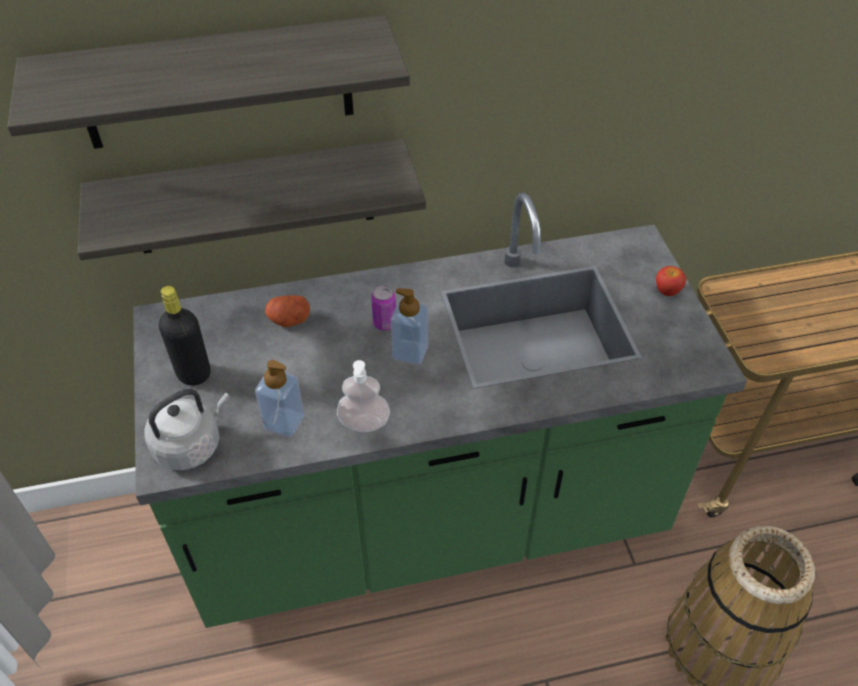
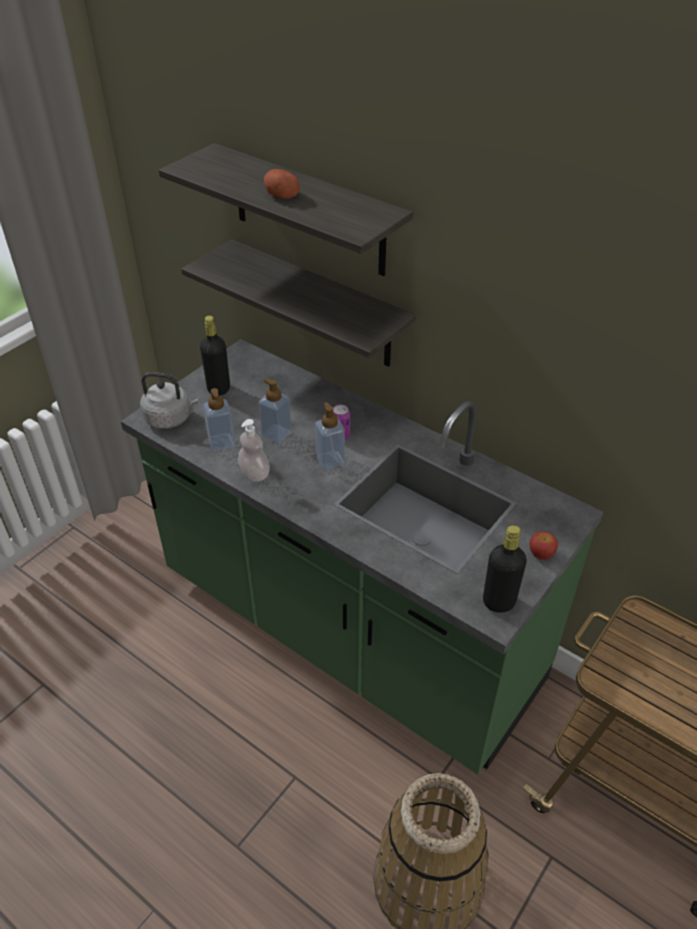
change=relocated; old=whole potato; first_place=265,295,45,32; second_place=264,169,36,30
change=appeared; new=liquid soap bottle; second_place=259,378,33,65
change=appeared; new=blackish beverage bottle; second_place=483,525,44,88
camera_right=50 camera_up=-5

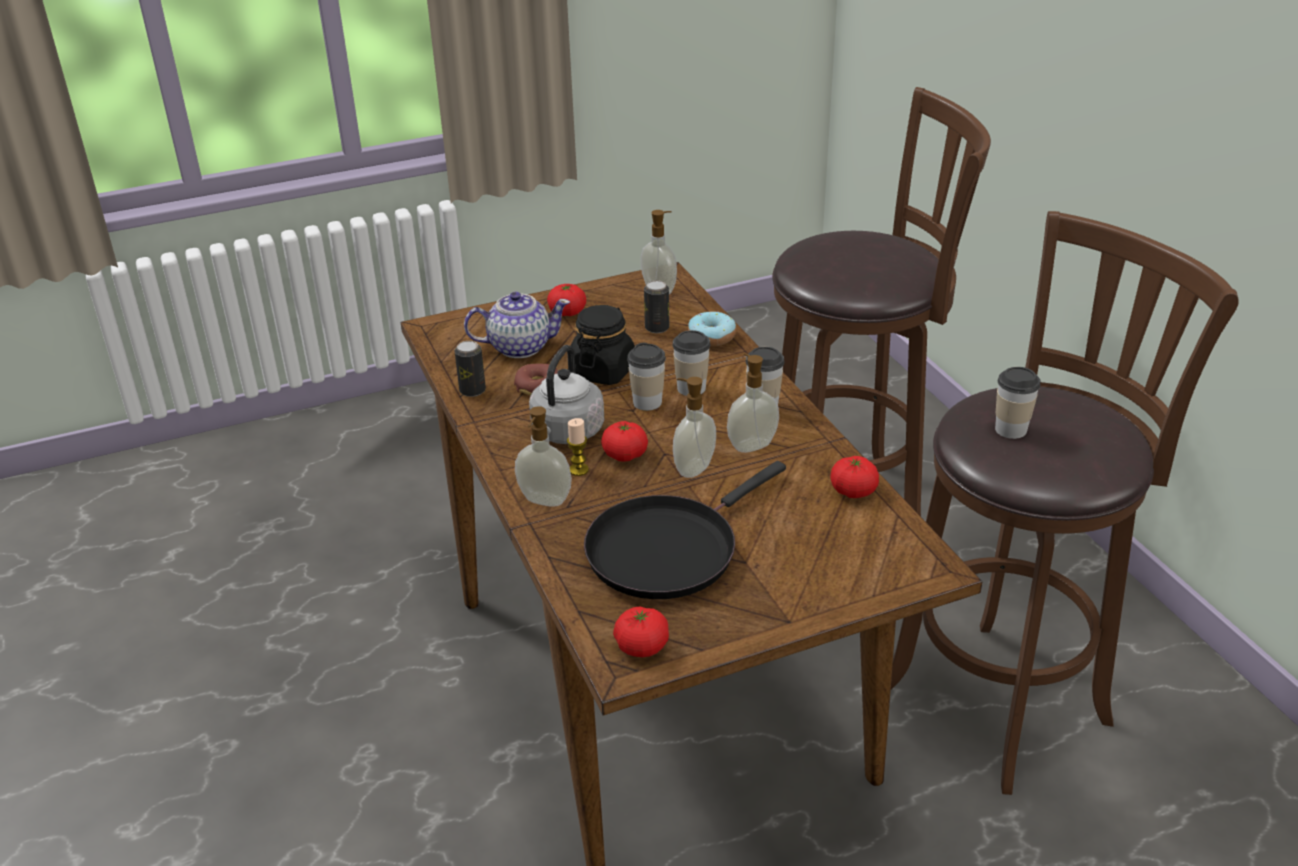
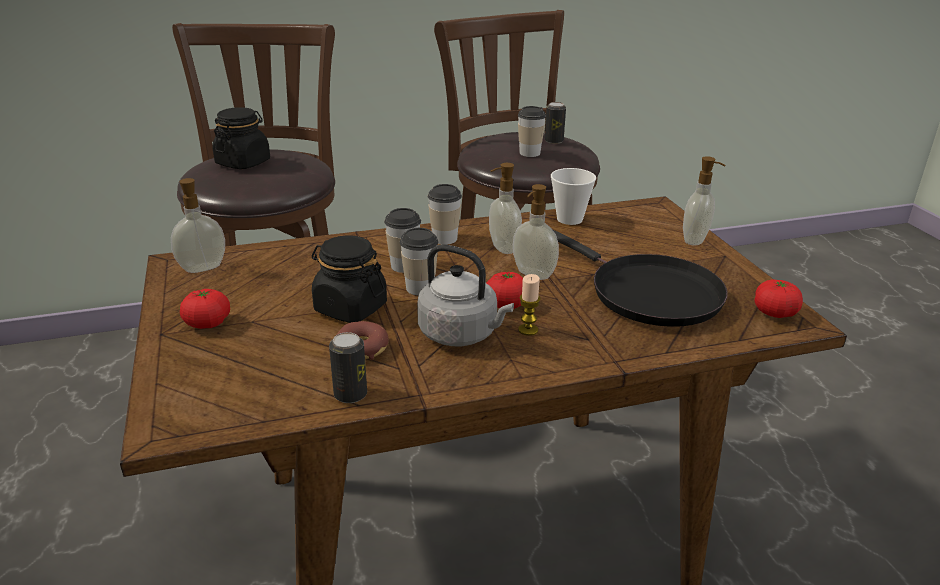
change=relocated; old=sealed can; first_place=644,280,25,53; second_place=545,102,21,42
change=missing; old=tea pot; first_place=464,292,106,66
change=missing; old=doughnut; first_place=688,311,48,36
change=relocated; old=liquid soap bottle; first_place=515,406,57,101; second_place=683,156,43,90
change=exchanged; old=tomato; new=drinking cup; first_place=830,456,49,42; second_place=551,168,45,57
change=appeared; new=blackish jar; second_place=212,107,58,62
camera_right=-85 camera_up=-5

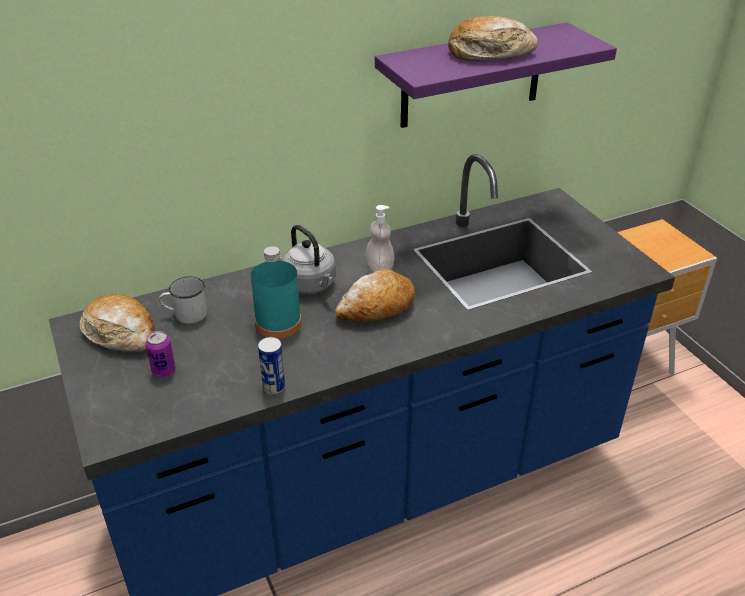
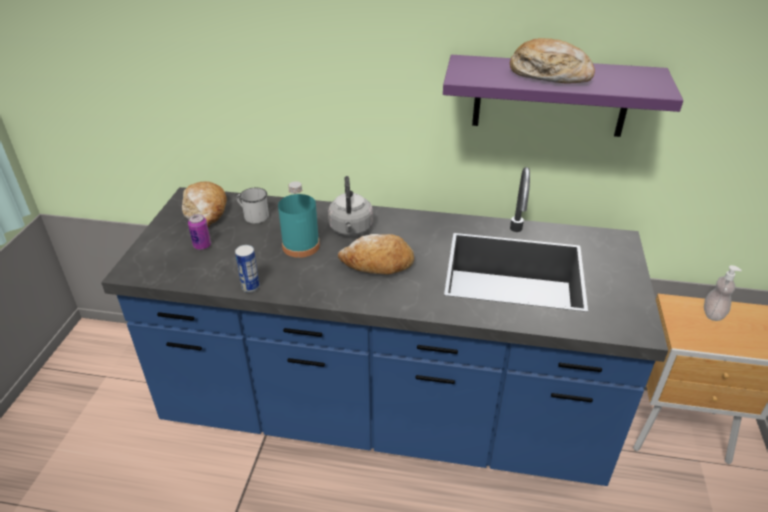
change=relocated; old=liquid soap bottle; first_place=366,205,29,67; second_place=704,265,38,56
camera_right=35 camera_up=0

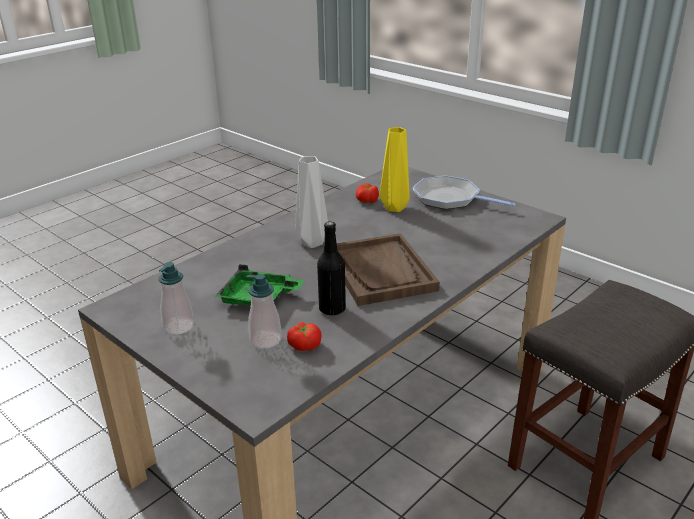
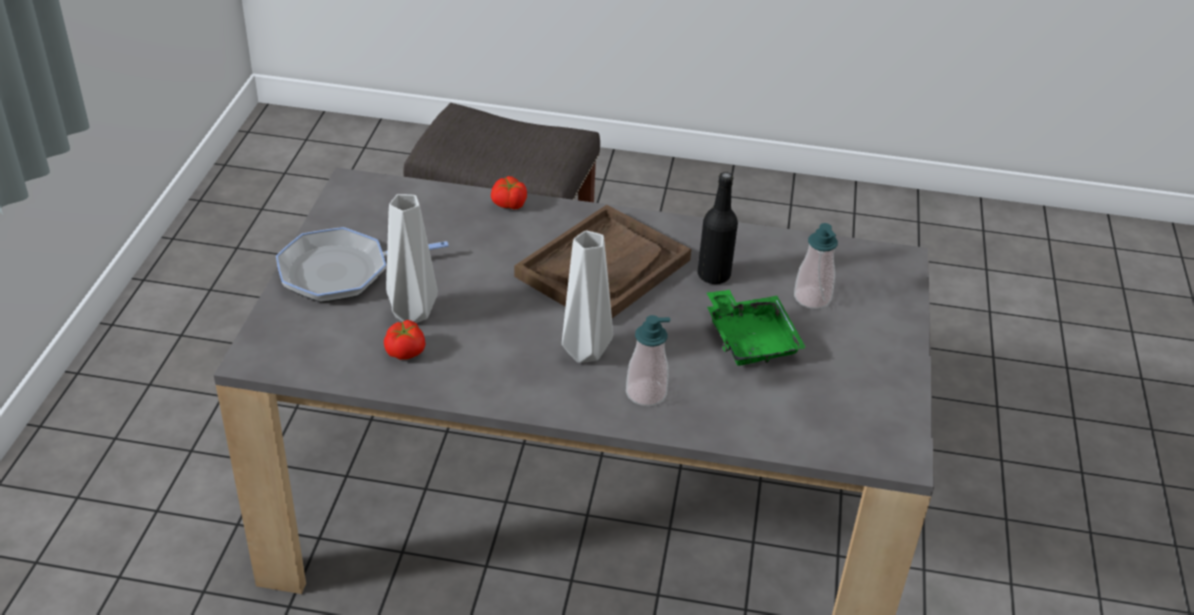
change=colour; old=yellow decorative vase; new=greyish decorative vase; first_place=379,127,31,85; second_place=386,194,52,129
change=spun; old=frying pan; first_place=413,176,103,34; second_place=276,227,173,75; degrees=75
change=relocated; old=liquid soap bottle; first_place=158,262,36,73; second_place=626,315,44,91
change=relocated; old=tomato; first_place=287,322,35,29; second_place=491,176,36,33
camera_right=-125 camera_up=10

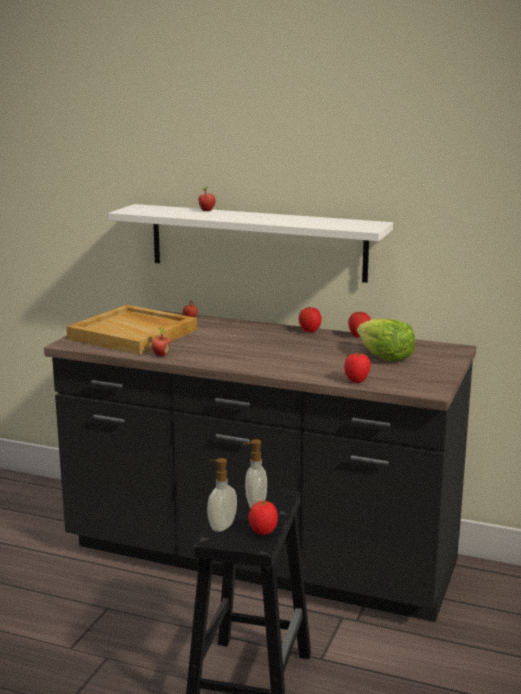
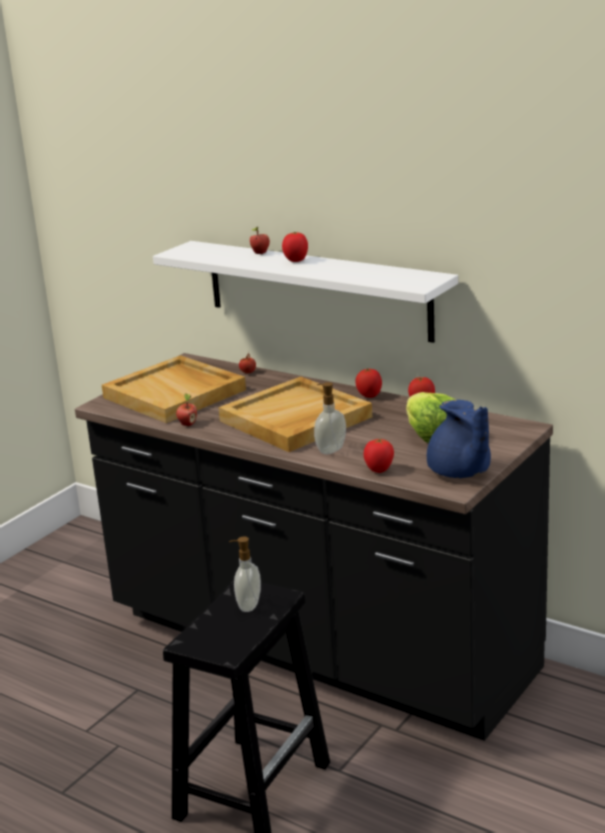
change=relocated; old=liquid soap bottle; first_place=207,458,30,74; second_place=314,382,32,72
change=relocated; old=tomato; first_place=248,500,30,35; second_place=282,232,26,30
change=appeared; new=beige tray; second_place=218,377,154,75
change=appeared; new=bluish tea pot; second_place=427,400,64,78
camera_right=15 camera_up=5

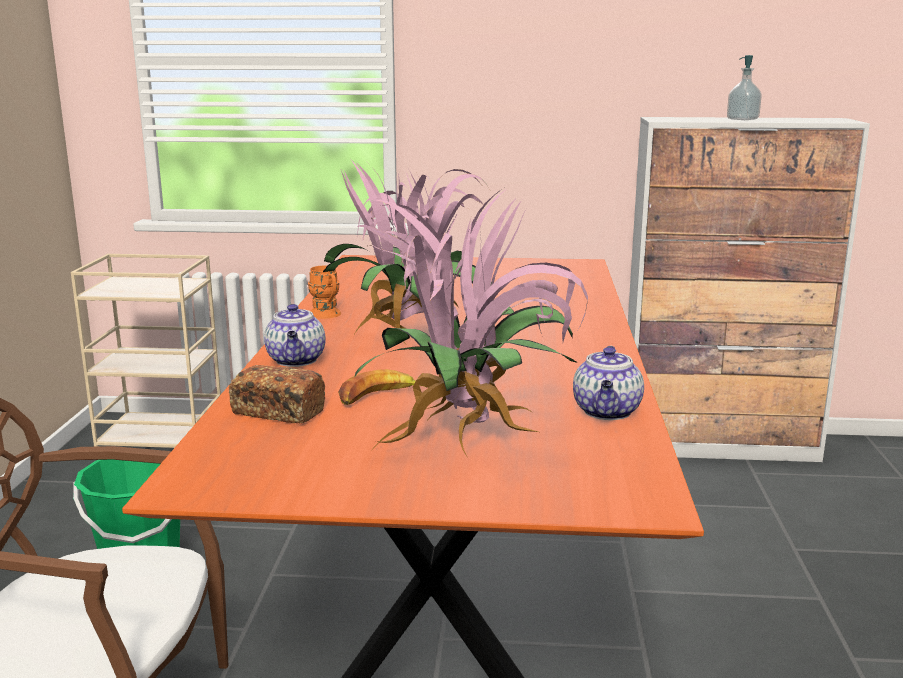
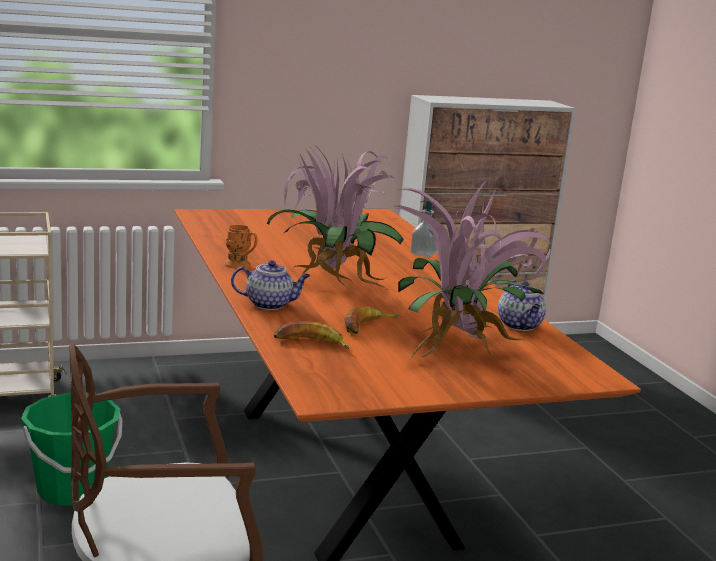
change=relocated; old=liquid soap bottle; first_place=727,55,35,65; second_place=411,200,26,57
change=spun; old=tea pot; first_place=264,304,62,63; second_place=231,260,79,50; degrees=-60
change=exchanged; old=bakery bread; new=whole banana; first_place=229,365,96,58; second_place=274,321,75,28
camera_right=-25 camera_up=0

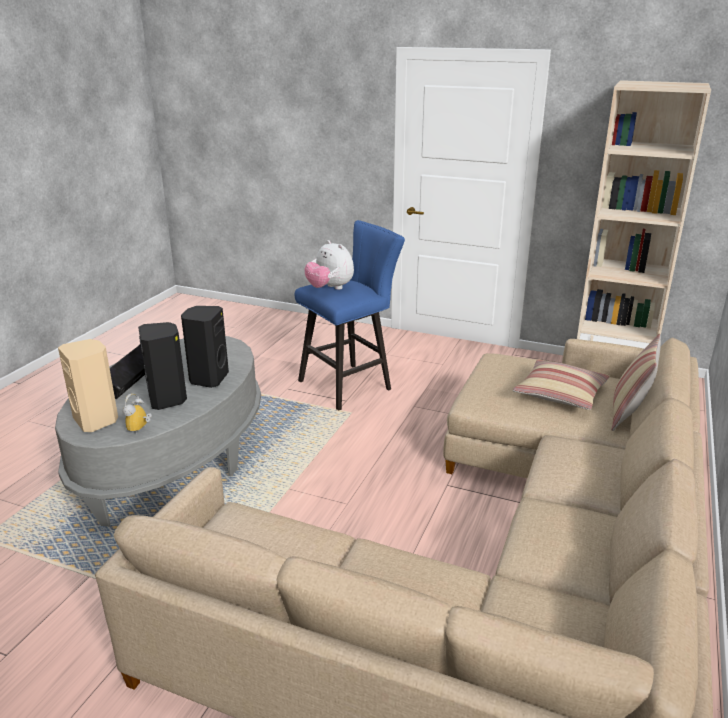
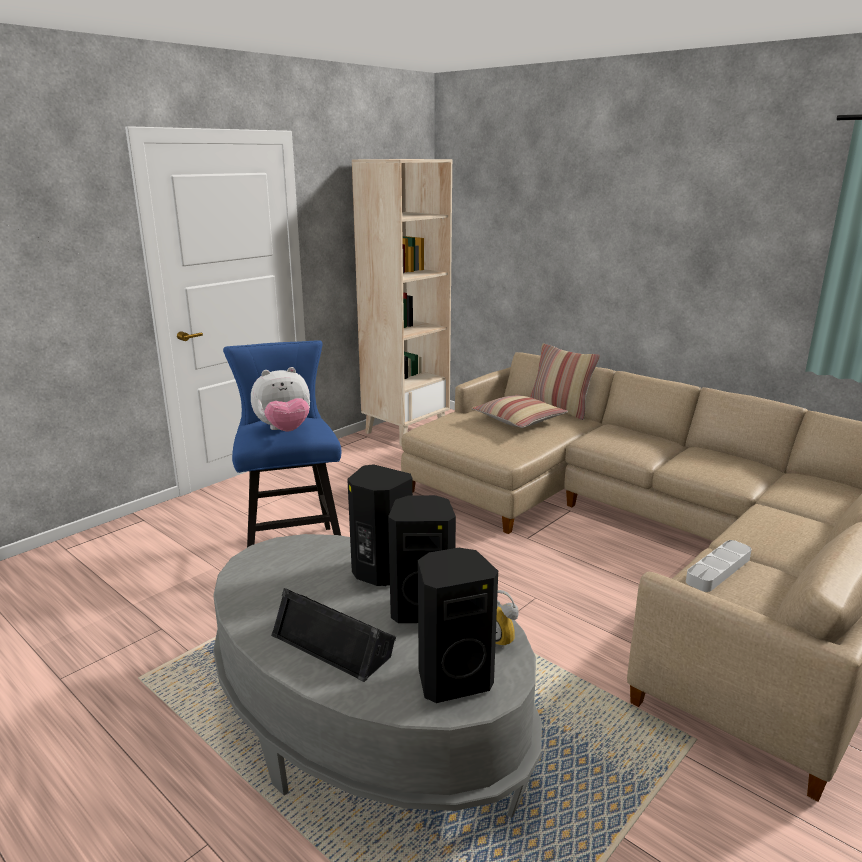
change=colour; old=beige audio speaker; new=blackish audio speaker; first_place=58,339,60,93; second_place=418,548,80,155
change=appeared; new=greyish tray; second_place=686,540,66,52
camera_right=-70 camera_up=-5

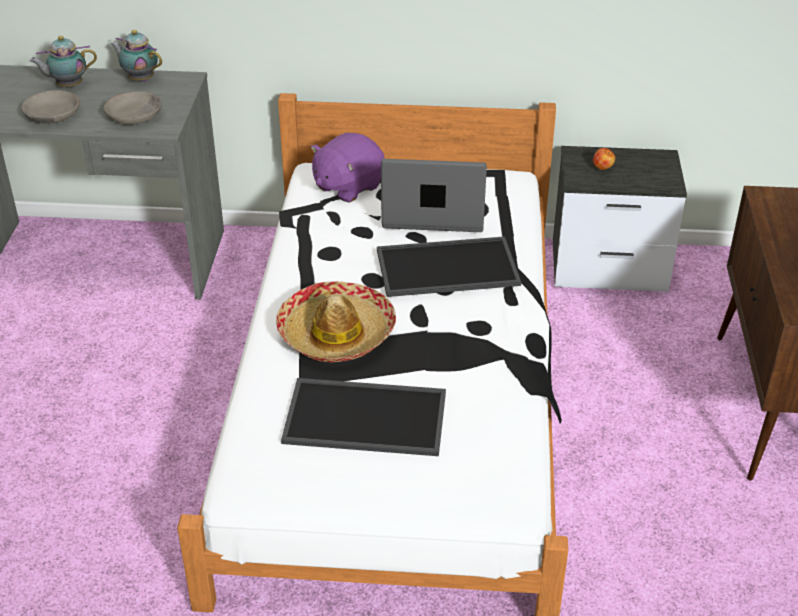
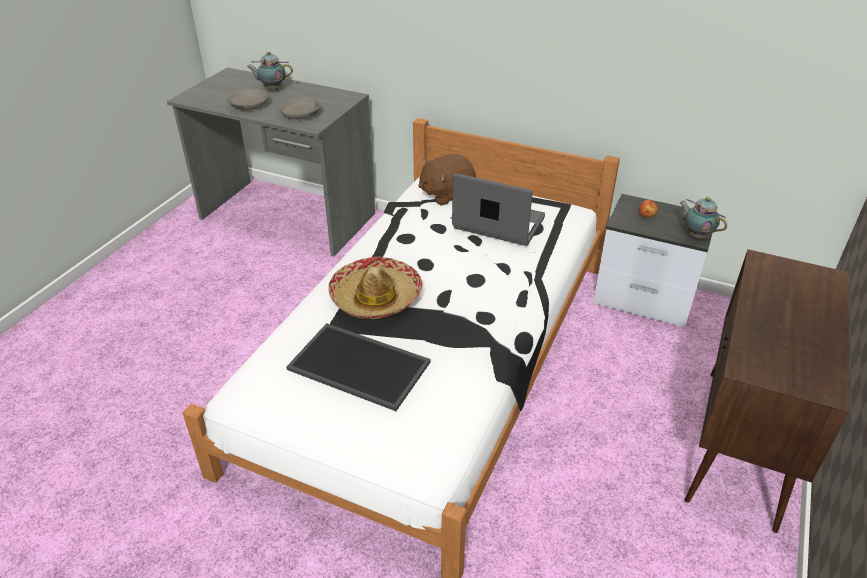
change=relocated; old=tea pot; first_place=111,30,51,51; second_place=679,197,48,42
change=colour; old=purplish soft toy; new=brownish soft toy; first_place=311,133,74,70; second_place=418,154,58,52
change=missing; old=tray; first_place=377,236,144,61
camera_right=20 camera_up=0

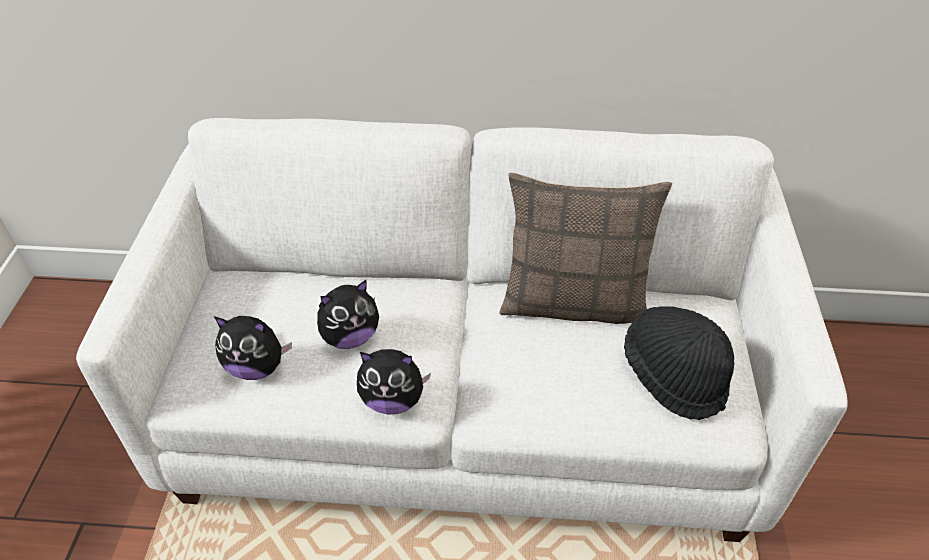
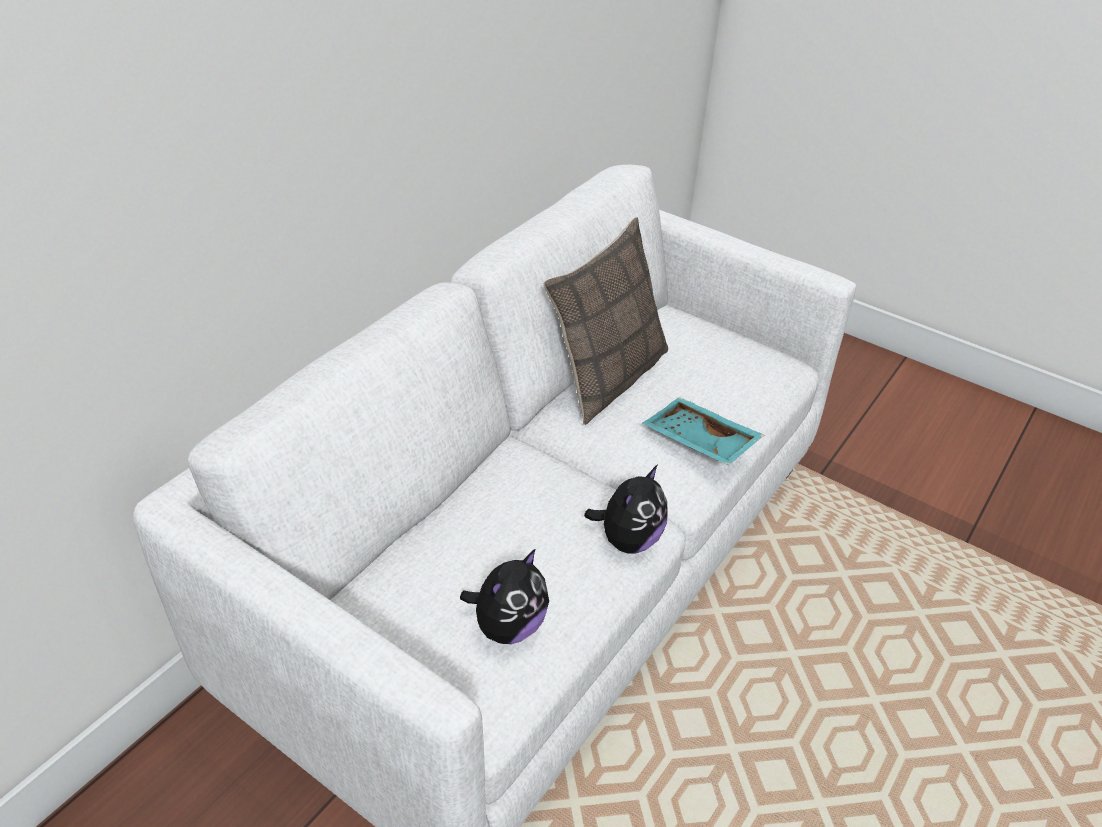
change=missing; old=soft toy; first_place=317,280,62,69
change=missing; old=blackish wearable hat; first_place=624,306,110,114
change=appeared; new=blue-green tray; second_place=642,397,122,68
camera_right=-60 camera_up=-5

